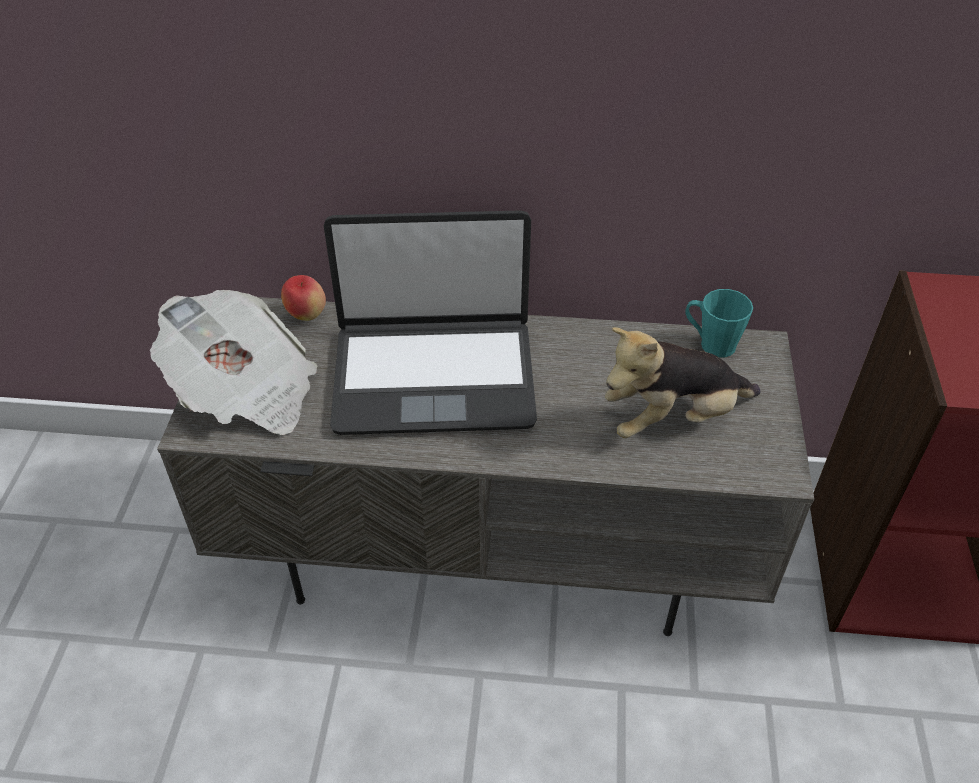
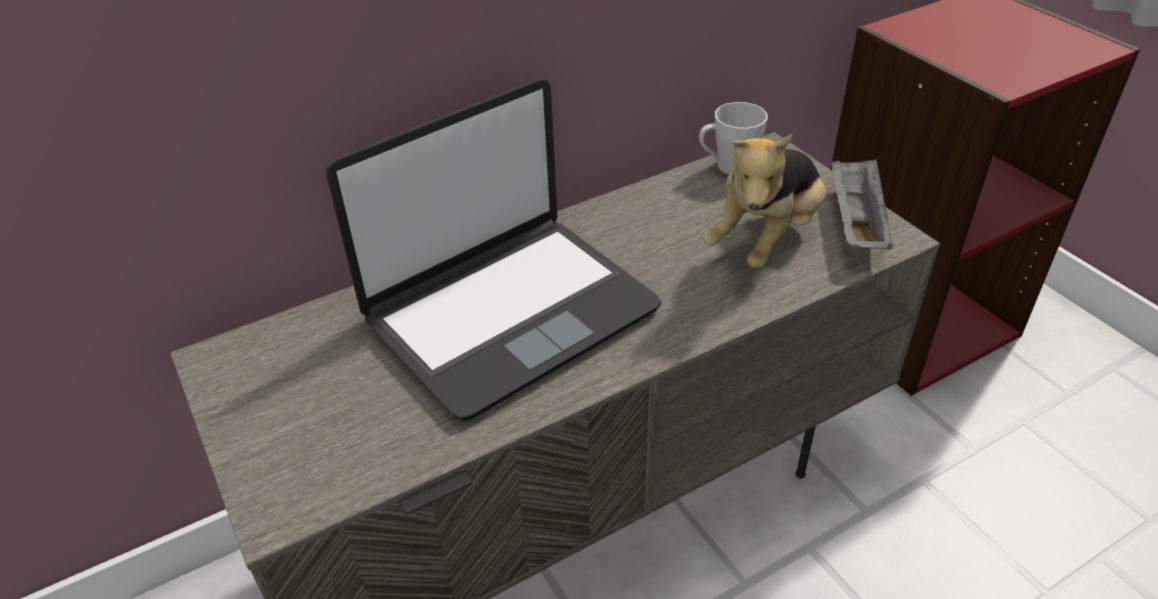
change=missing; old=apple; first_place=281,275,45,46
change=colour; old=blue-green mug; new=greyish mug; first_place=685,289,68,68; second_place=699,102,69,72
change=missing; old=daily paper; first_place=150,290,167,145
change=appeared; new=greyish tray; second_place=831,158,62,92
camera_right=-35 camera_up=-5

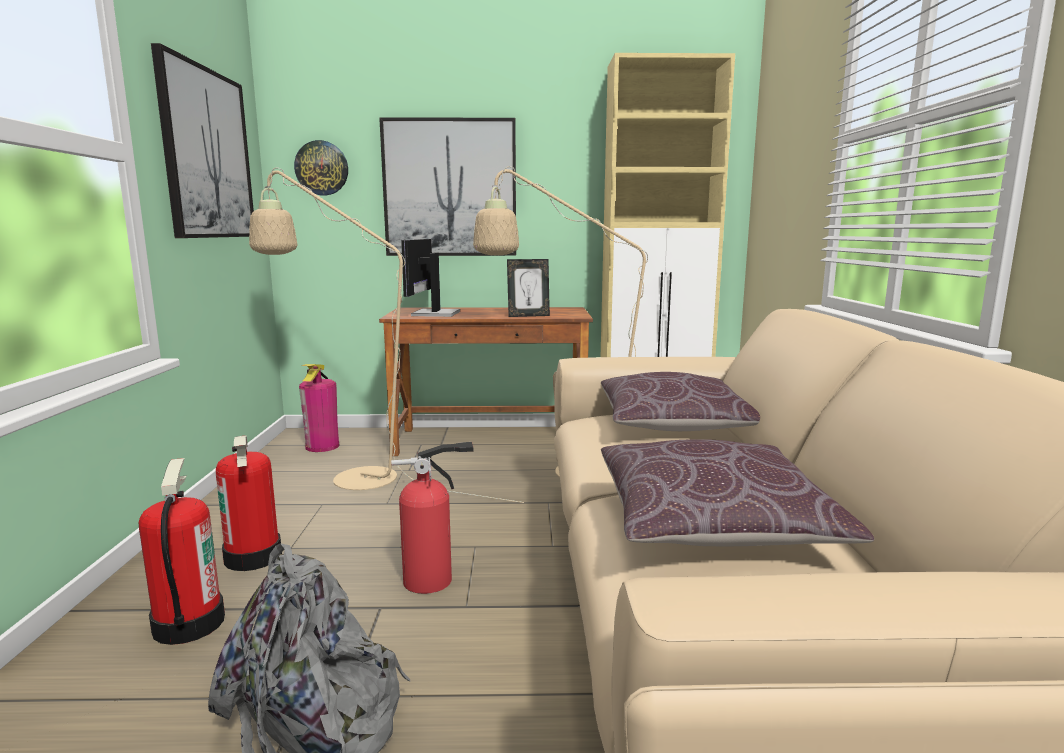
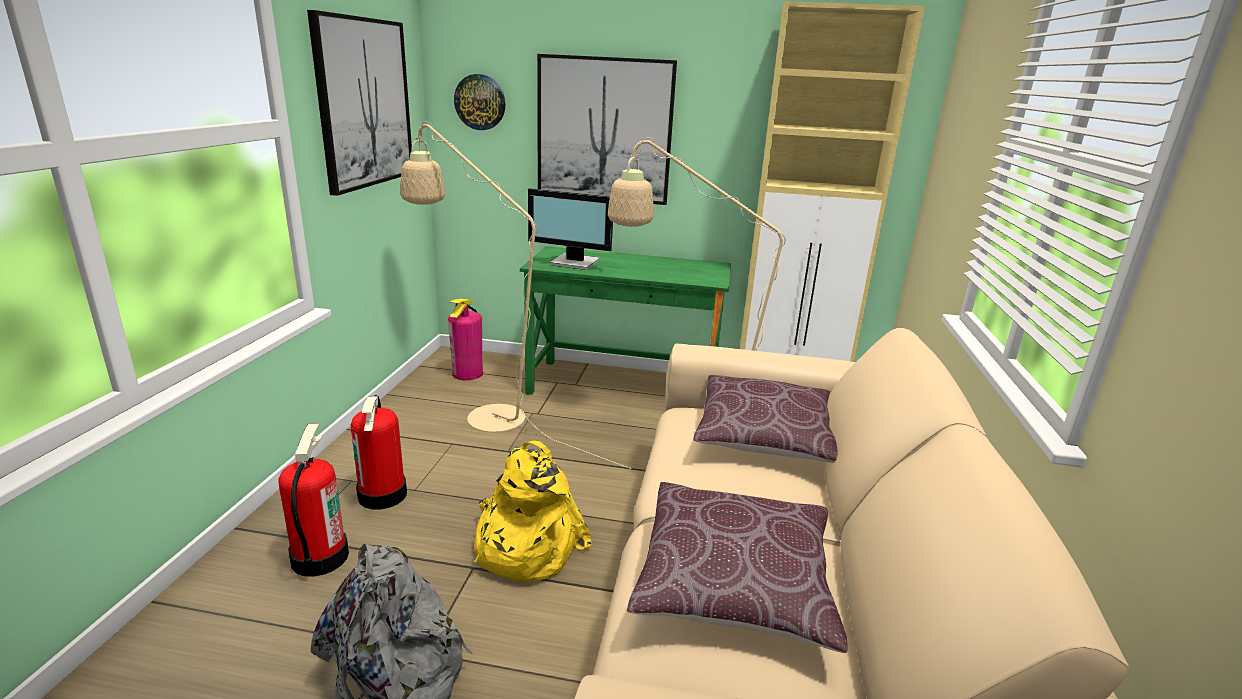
change=spun; old=computer display; first_place=401,239,59,78; second_place=528,188,85,82; degrees=-90
change=missing; old=photo frame; first_place=507,259,43,58
change=colour; old=brownish desk unit; new=greenish desk unit; first_place=379,307,214,149; second_place=520,246,211,149
change=exchanged; old=fire-fighting cylinder; new=yellow backpack; first_place=391,442,82,152; second_place=473,441,119,141
camera_right=10 camera_up=10

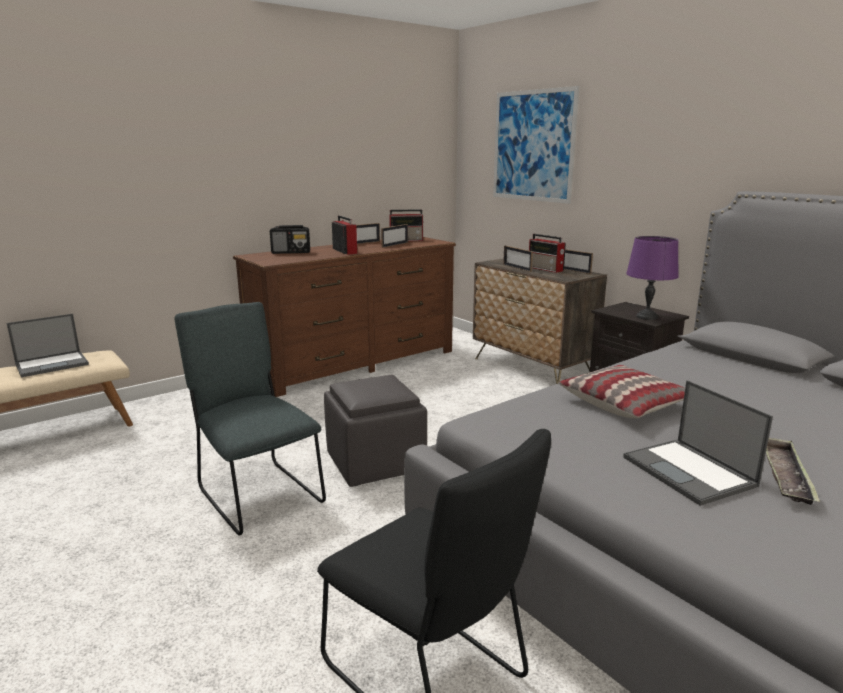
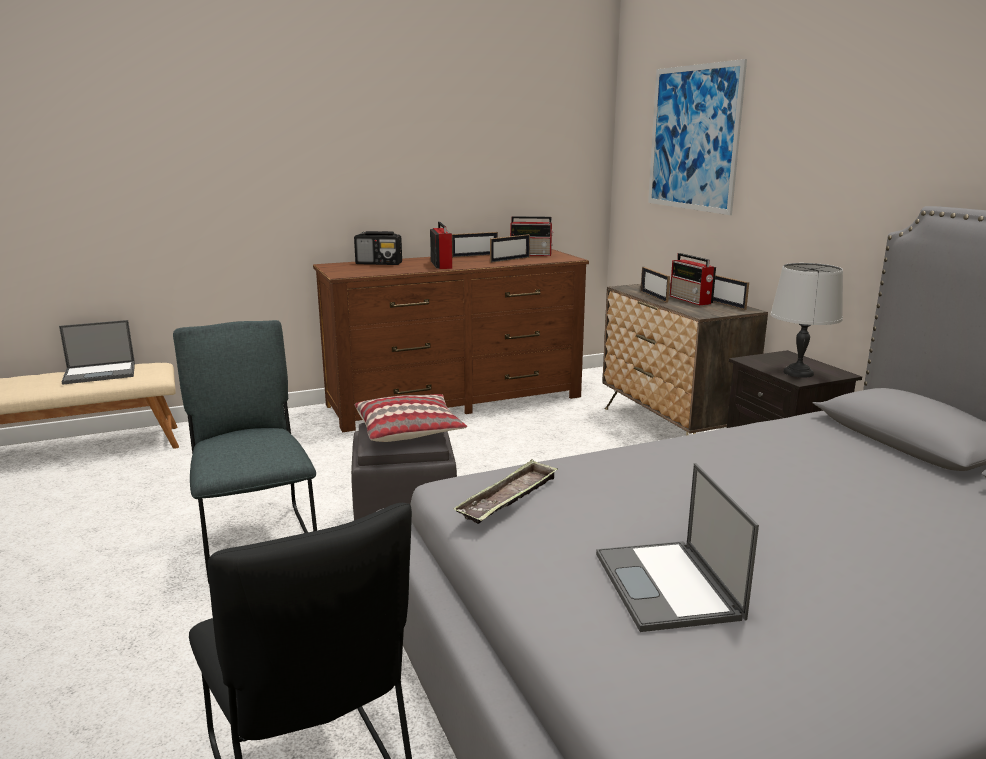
change=colour; old=purplish tabletop lamp; new=greyish tabletop lamp; first_place=626,236,53,84; second_place=770,263,73,115
change=relocated; old=cushion; first_place=558,365,127,53; second_place=355,394,112,48
change=relocated; old=tray; first_place=766,438,54,67; second_place=454,459,104,65
camera_right=15 camera_up=0

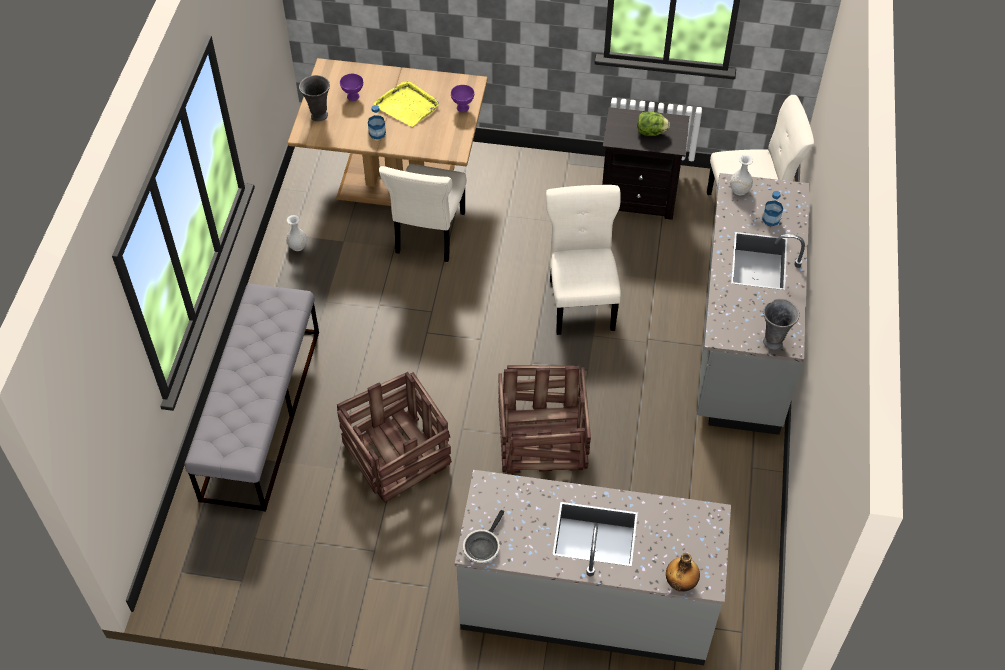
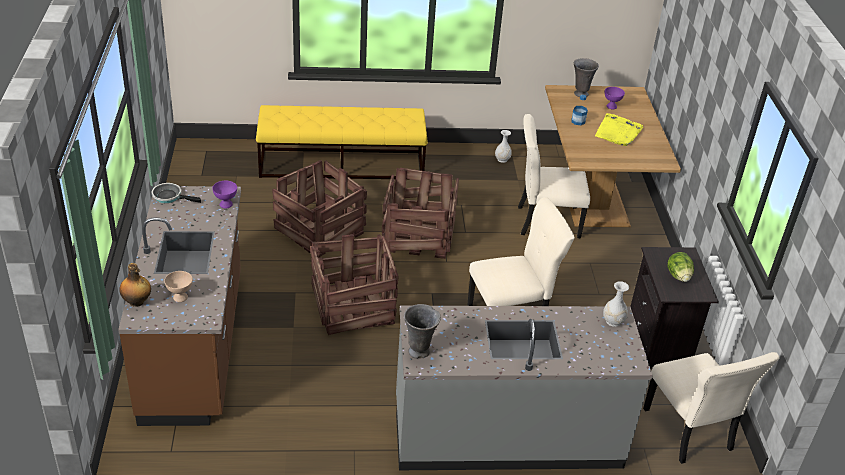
change=relocated; old=purplish deep dish; first_place=451,85,23,27; second_place=212,181,25,27
change=missing; old=beverage bottle; first_place=762,191,21,35
change=colour; old=greyish long seat; new=yellow long seat; first_place=185,284,134,228; second_place=256,105,172,75
change=colour; old=greyish kitchen counter; new=brownish kitchen counter; first_place=455,470,276,195; second_place=118,186,123,240
change=appeared; new=packing crate; second_place=381,168,78,91
change=appeared; new=beige deep dish; second_place=164,271,29,31
camera_right=75 camera_up=-15

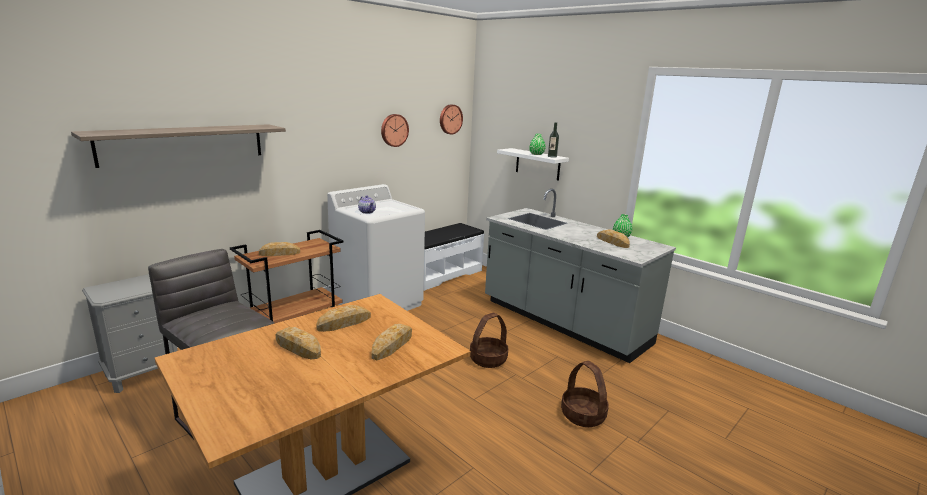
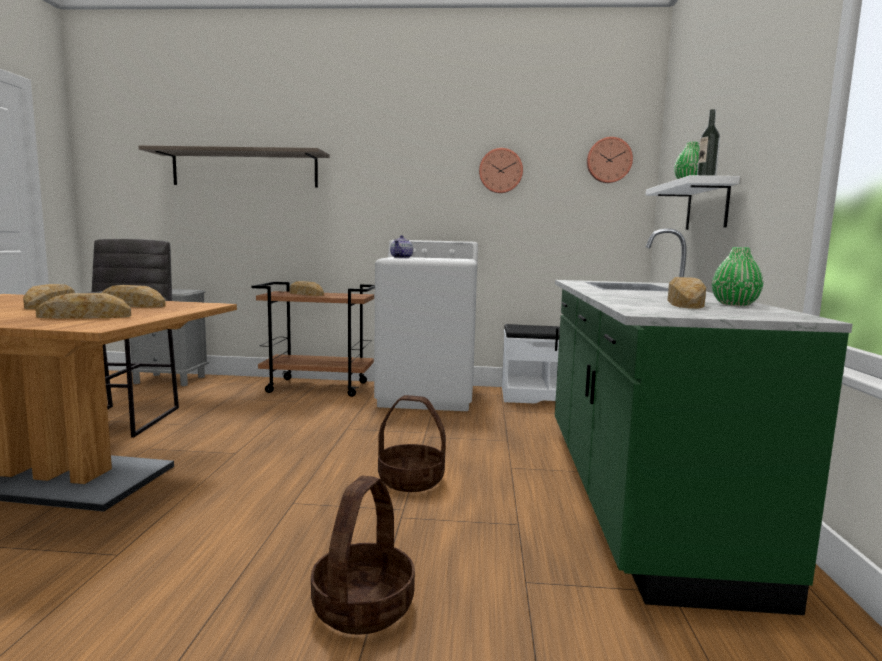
change=colour; old=greyish kitchen counter; new=greenish kitchen counter; first_place=485,189,191,174; second_place=555,228,298,387
camera_right=50 camera_up=-10

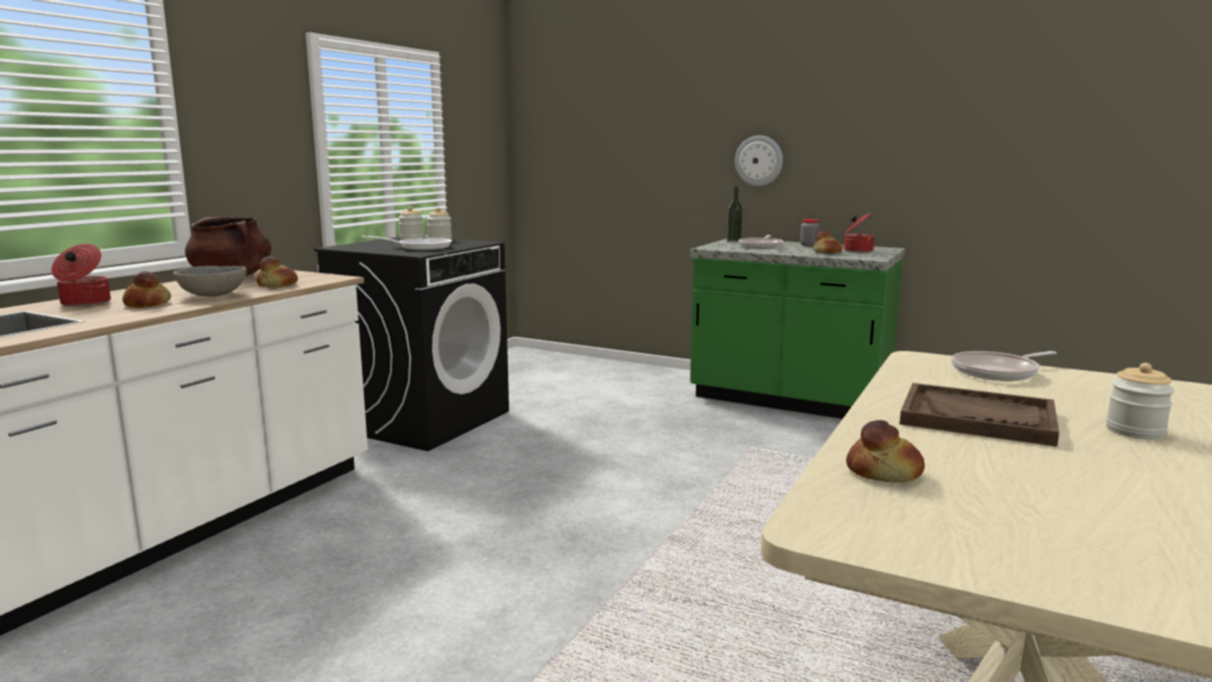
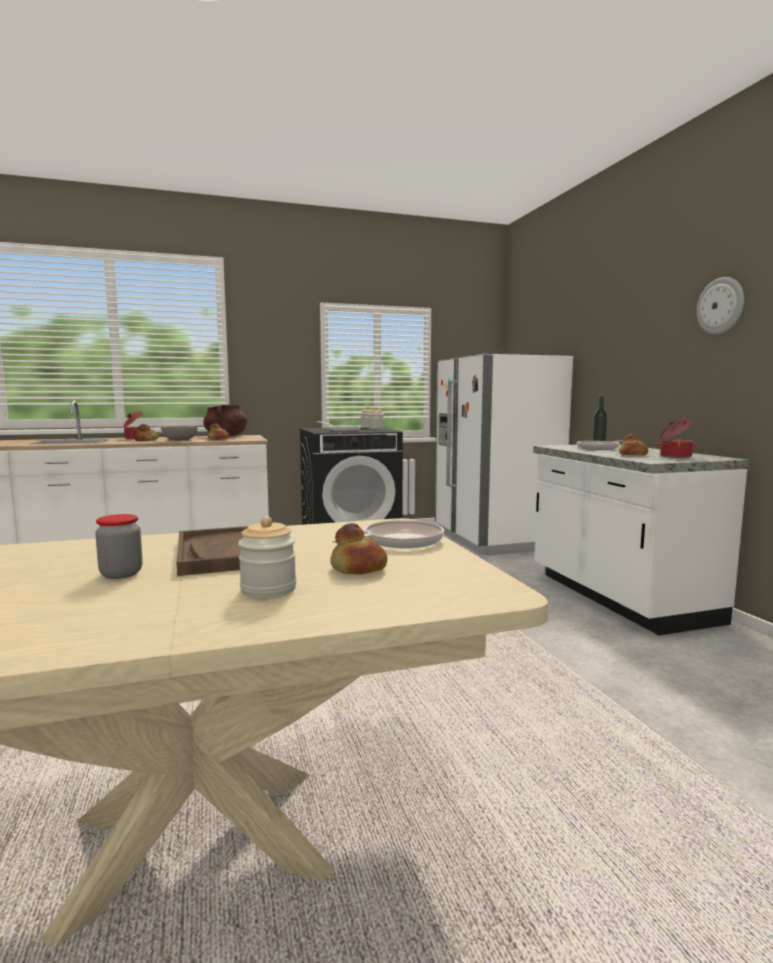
change=relocated; old=clock on the wall; first_place=735,135,48,51; second_place=697,277,47,57
change=relocated; old=jar; first_place=800,219,19,27; second_place=95,514,48,65
change=colour; old=greenish kitchen counter; new=whitish kitchen counter; first_place=690,239,216,180; second_place=533,445,217,190
change=spun; old=frying pan; first_place=951,351,106,30; second_place=332,520,112,29; degrees=120
change=relocated; old=bakery bread; first_place=846,420,79,62; second_place=330,523,57,51
change=appeared; new=whitish fridge; second_place=435,354,138,202
camera_right=45 camera_up=-5

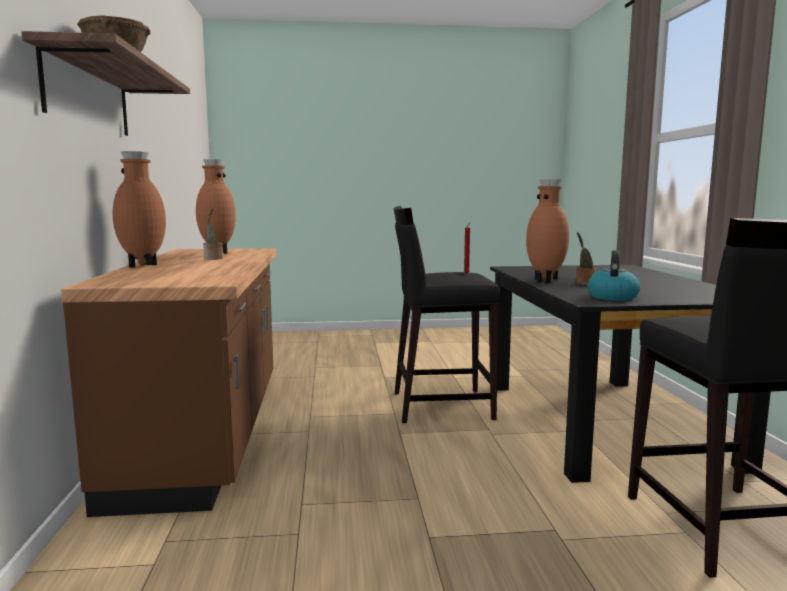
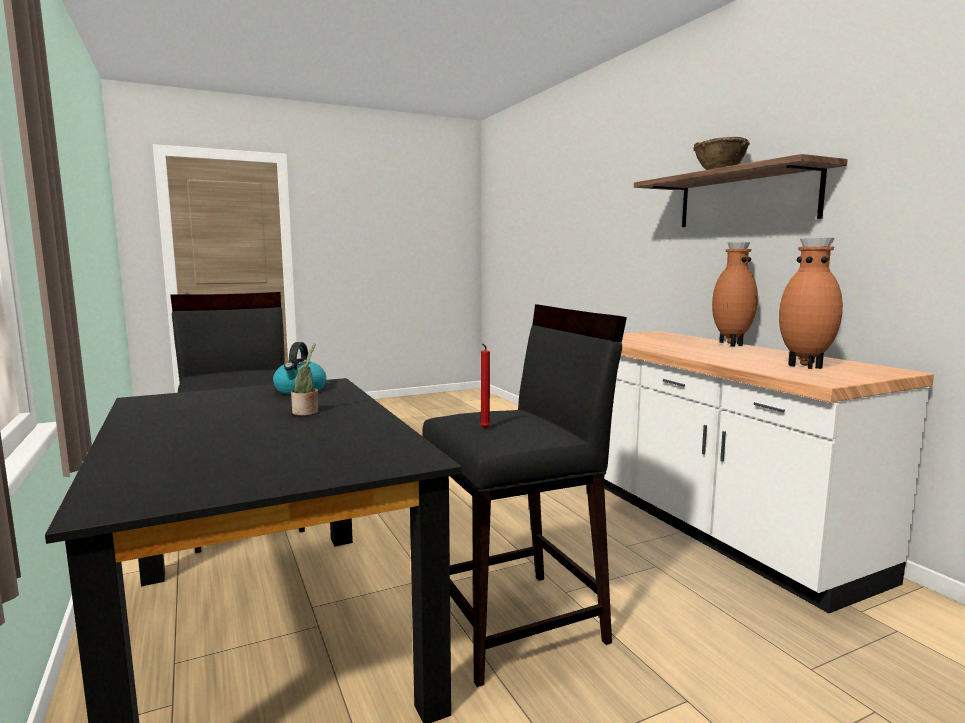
change=missing; old=brownish decorative vase; first_place=526,179,43,104
change=missing; old=houseplant; first_place=203,209,20,51
change=colour; old=brownish kitchen counter; new=whitish kitchen counter; first_place=61,248,215,269; second_place=604,331,330,282
camera_right=160 camera_up=0

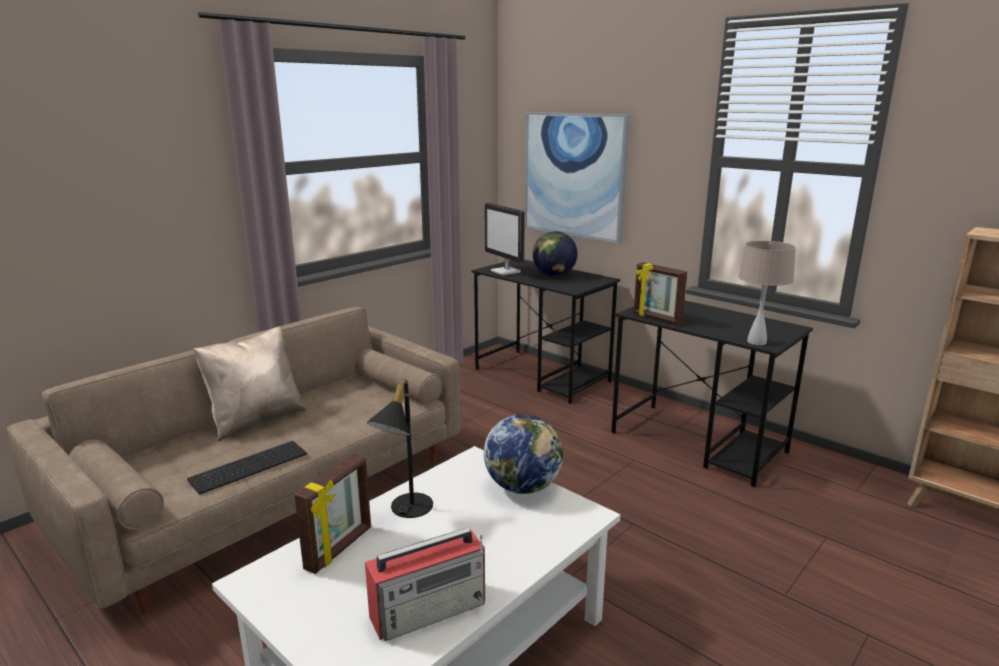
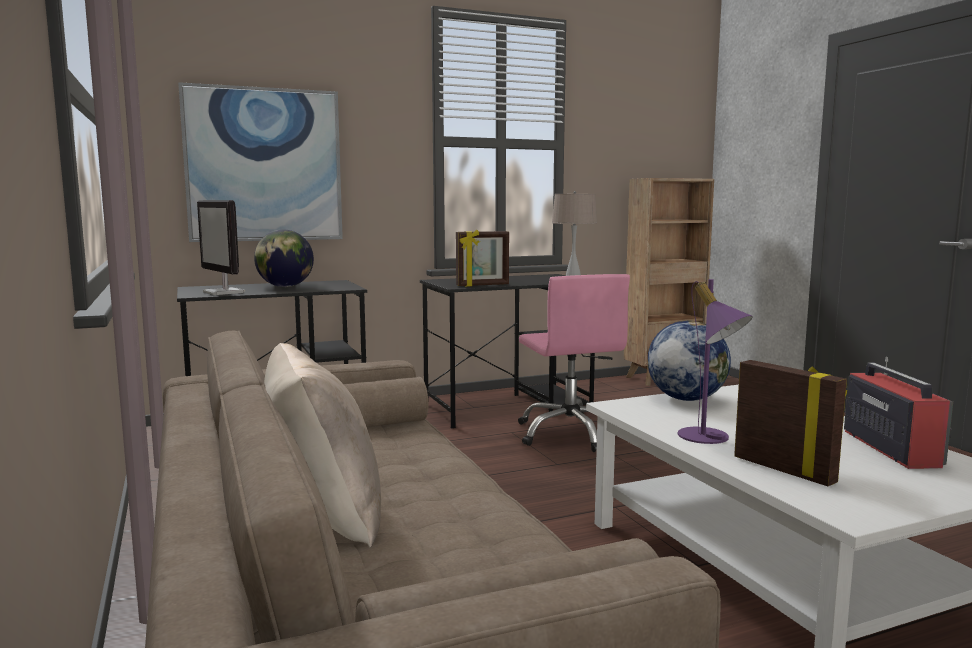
change=spun; old=computer display; first_place=485,203,40,72; second_place=197,200,48,95; degrees=60
change=colour; old=blackish tabletop lamp; new=purplish tabletop lamp; first_place=367,379,66,139; second_place=678,279,75,165
change=missing; old=PC keyboard; first_place=187,441,120,53
change=appeared; new=pink-coloured office chair; second_place=518,274,112,178
camera_right=-65 camera_up=-10

